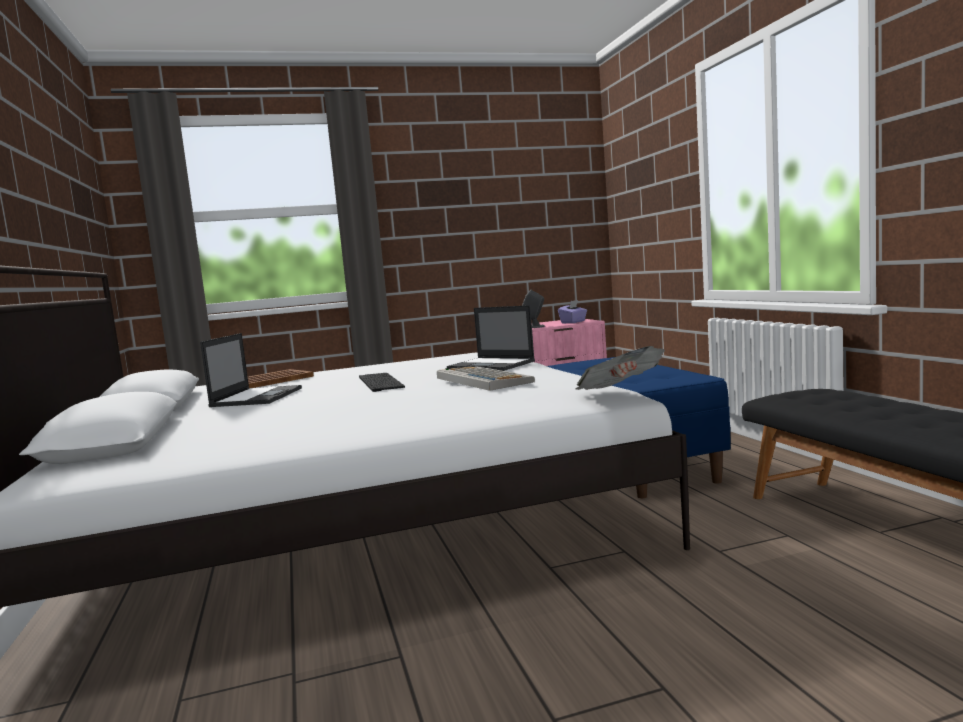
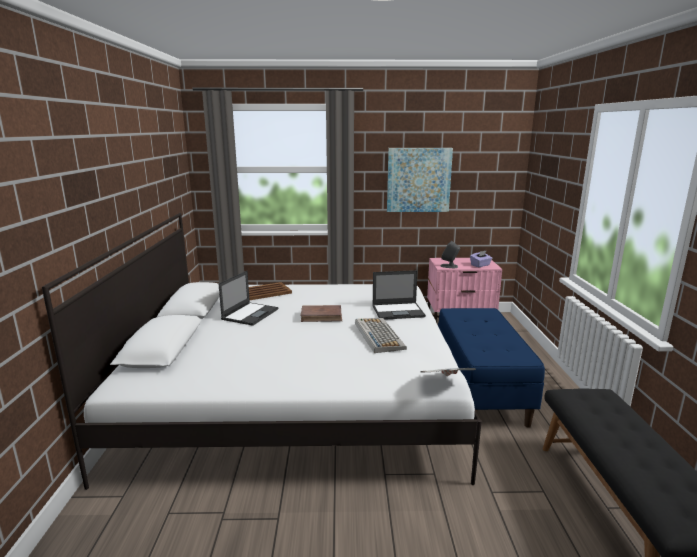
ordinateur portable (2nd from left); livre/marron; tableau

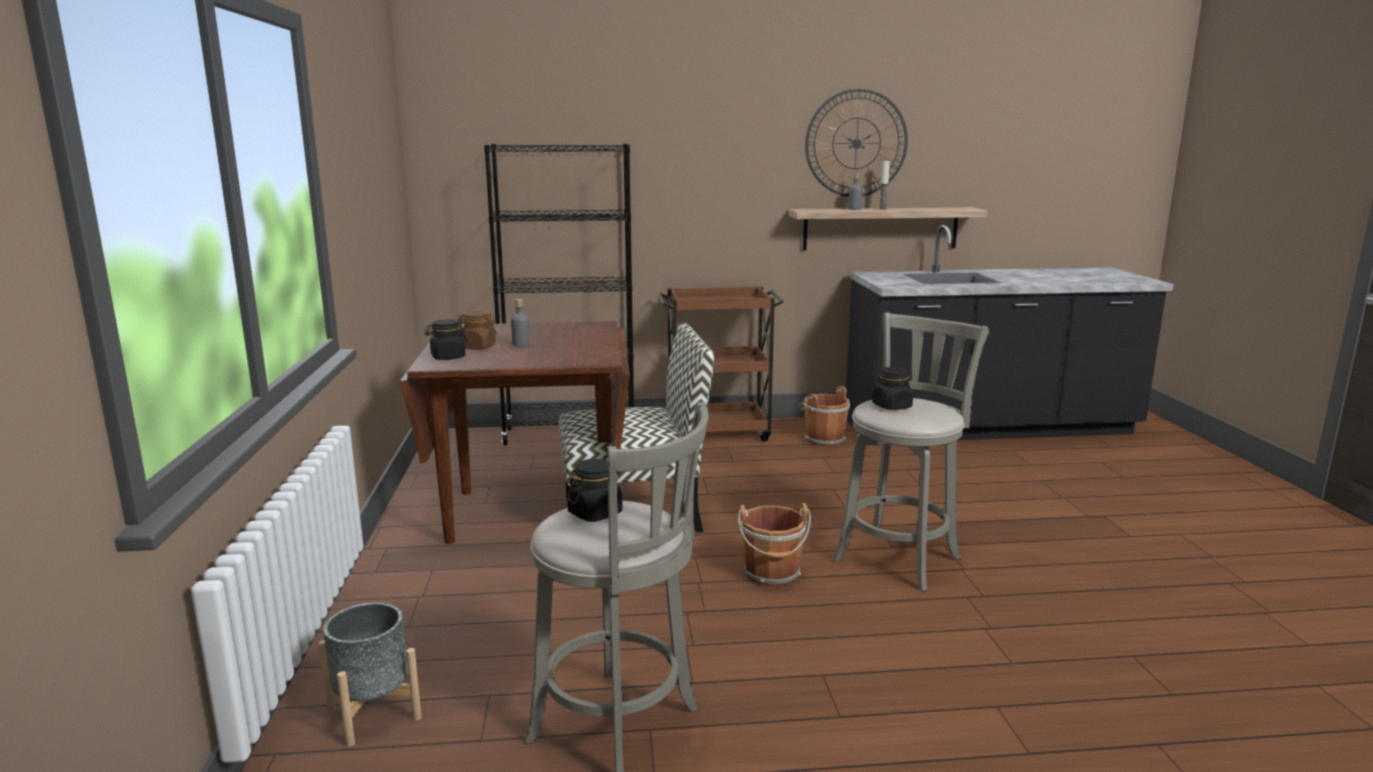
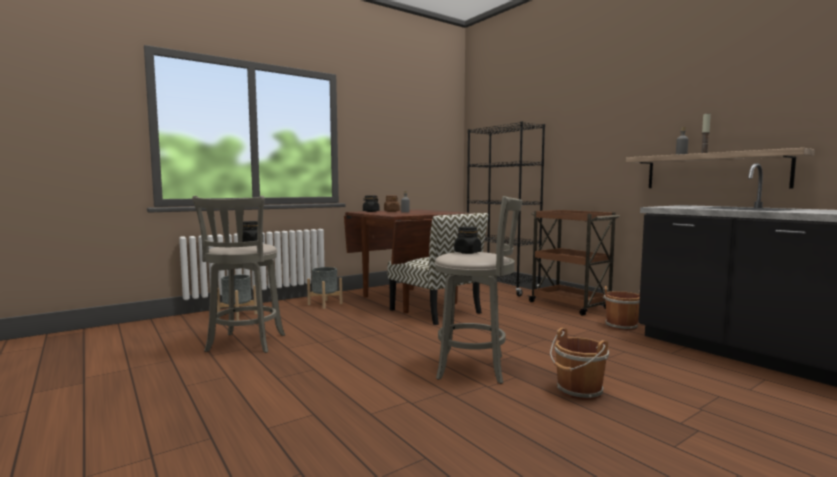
horloge murale; seau/marron (1st from left); cache-pot/gris (2nd from left)

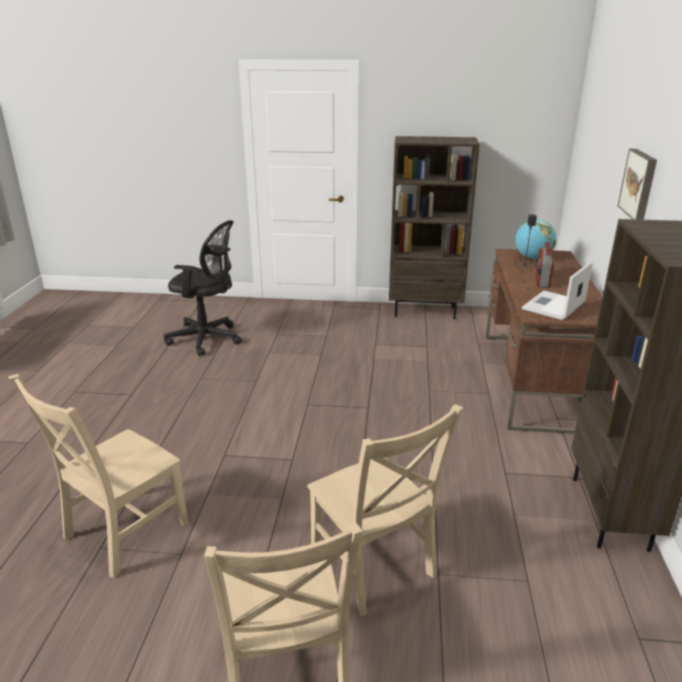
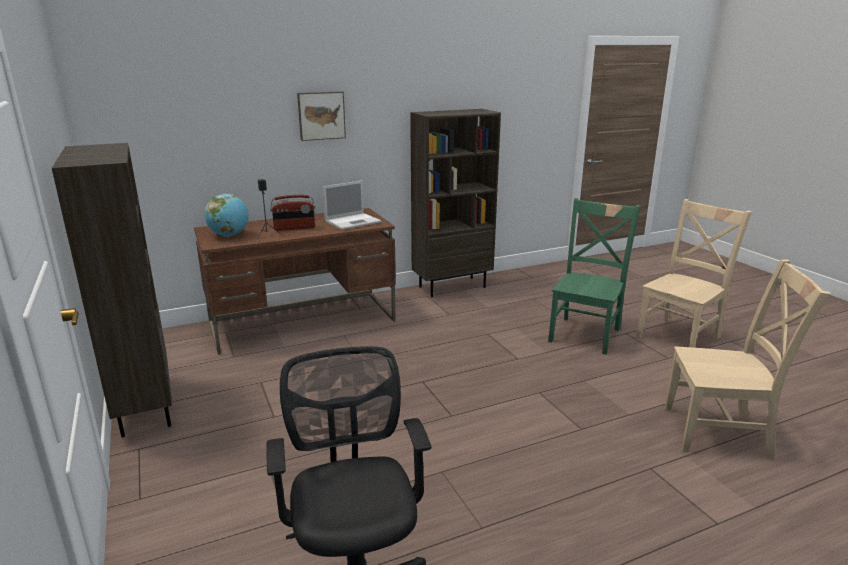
ordinateur portable; chaise/vert

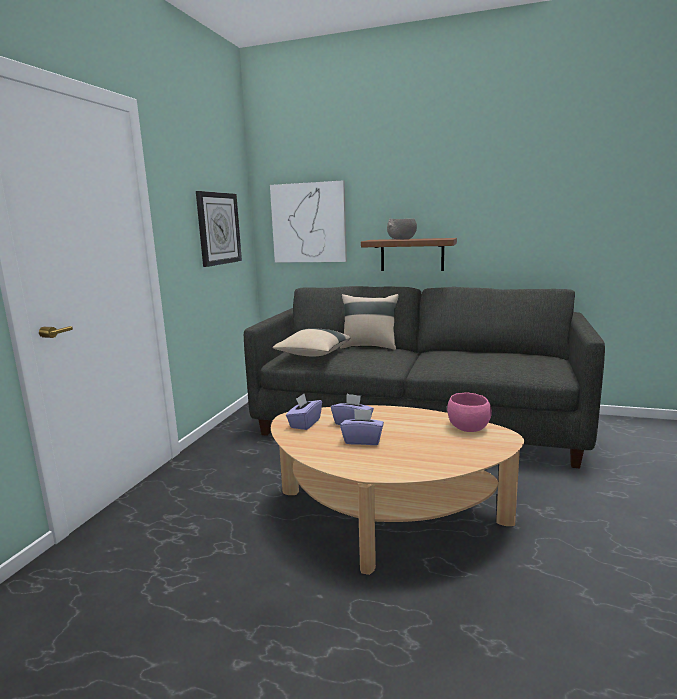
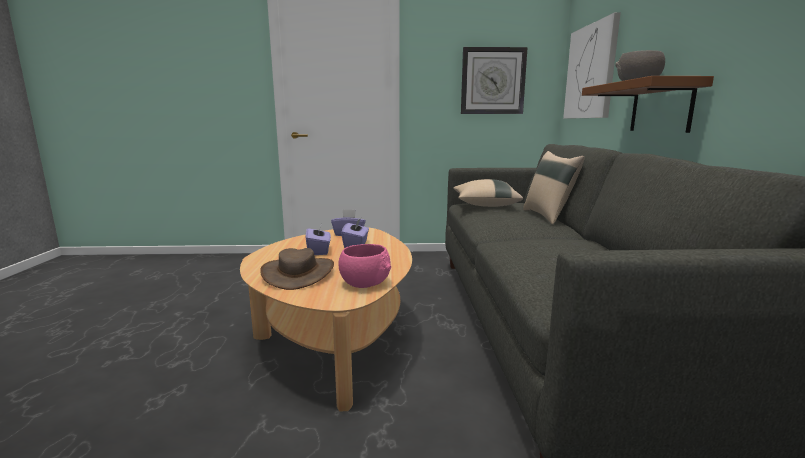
chapeau/marron

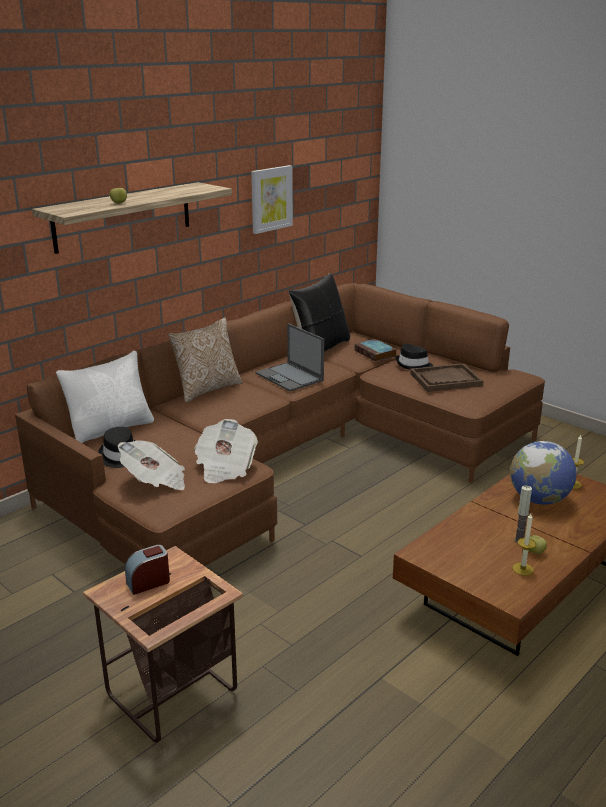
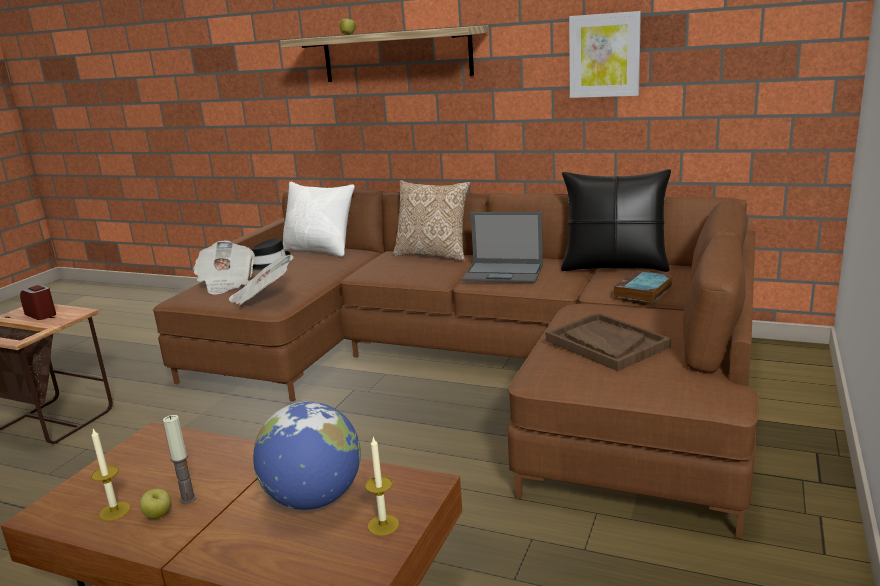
ordinateur portable; chapeau/noir (2nd from left in the first image)

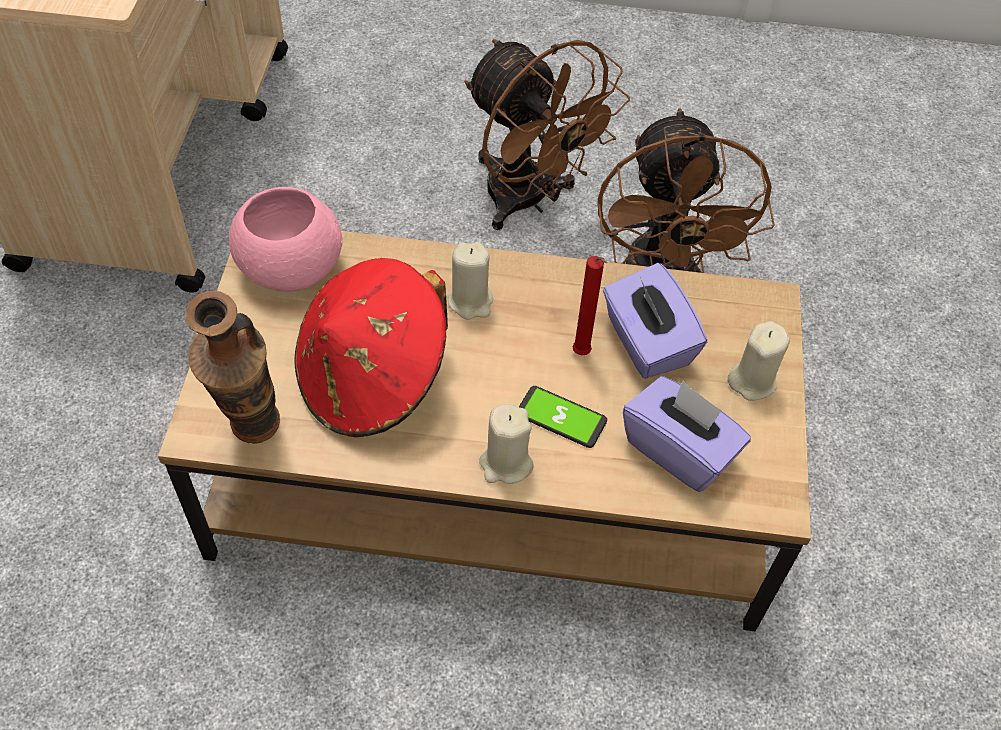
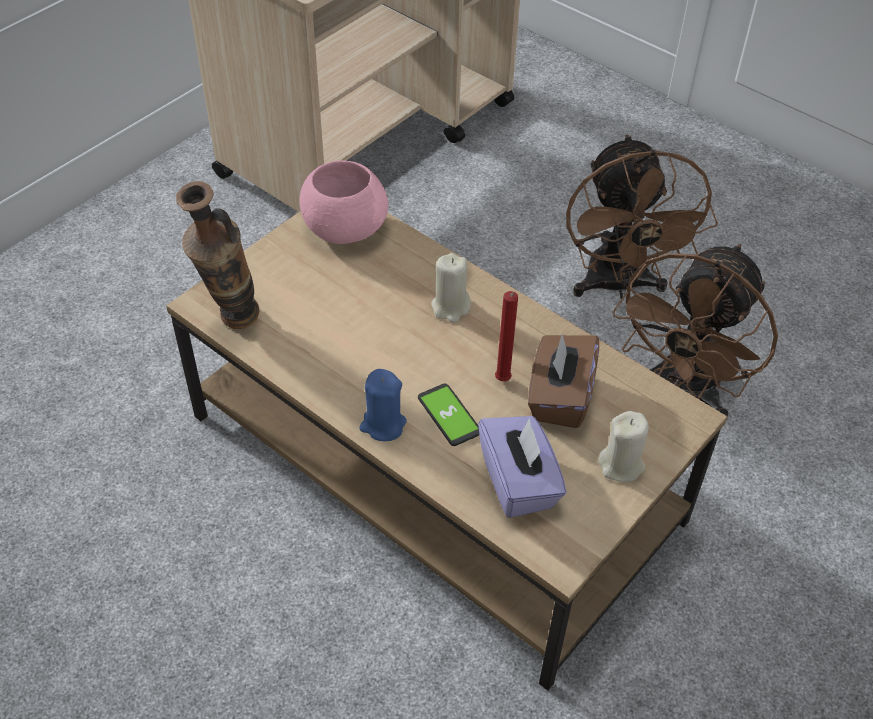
chapeau/rouge; boîte à mouchoirs/marron; bougie/bleu

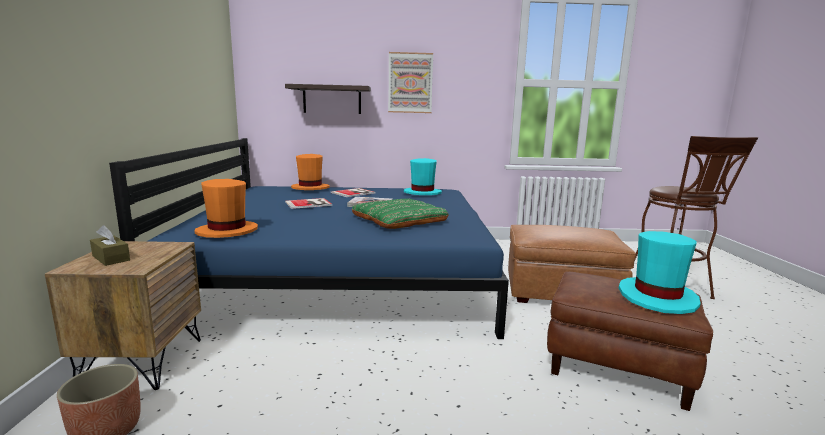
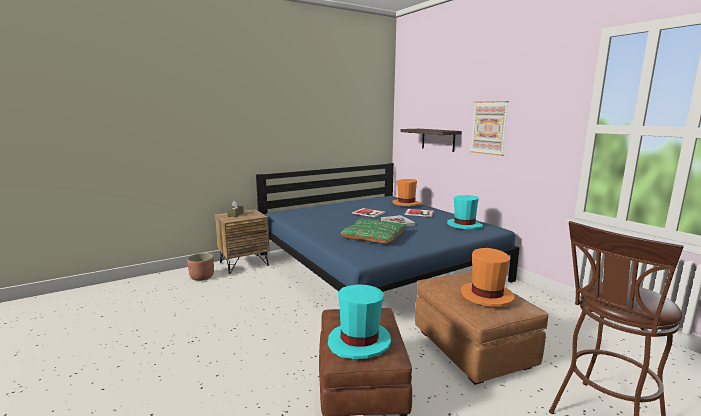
chapeau/orange (2nd from left)

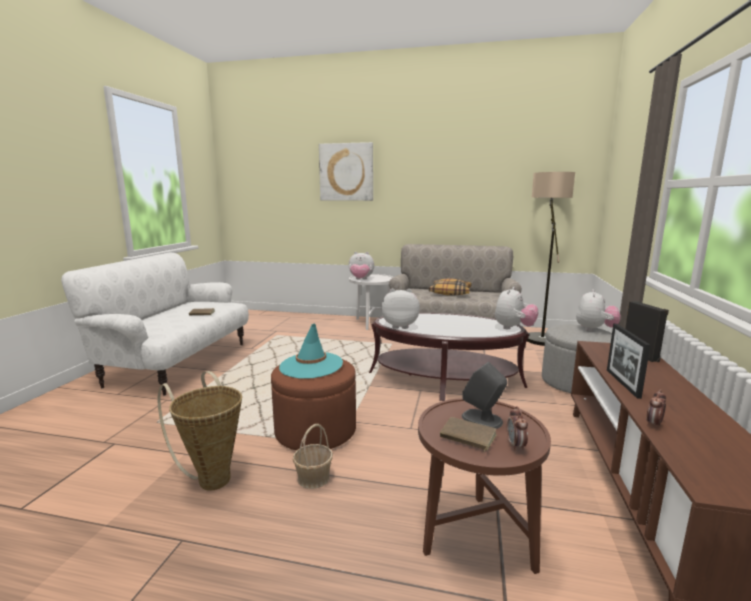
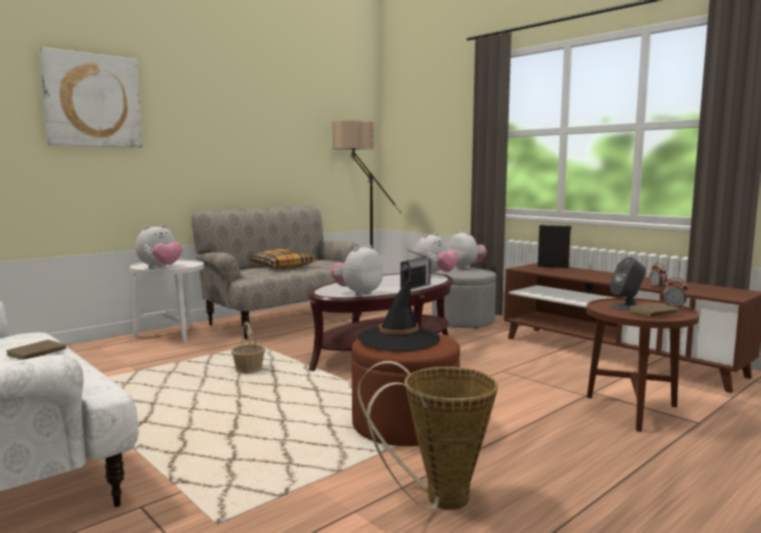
peluche (3rd from left); chapeau/noir; cadre photo; panier (1st from left); radio

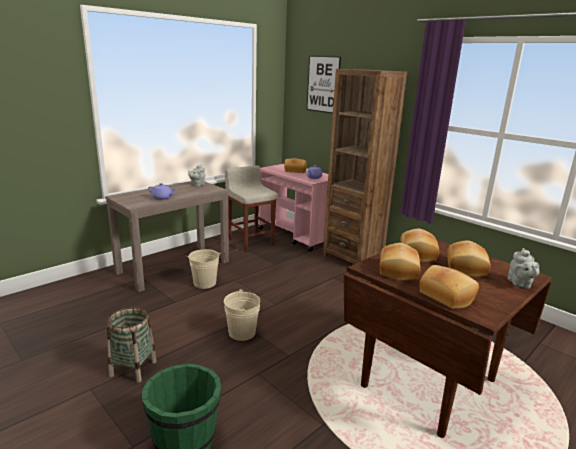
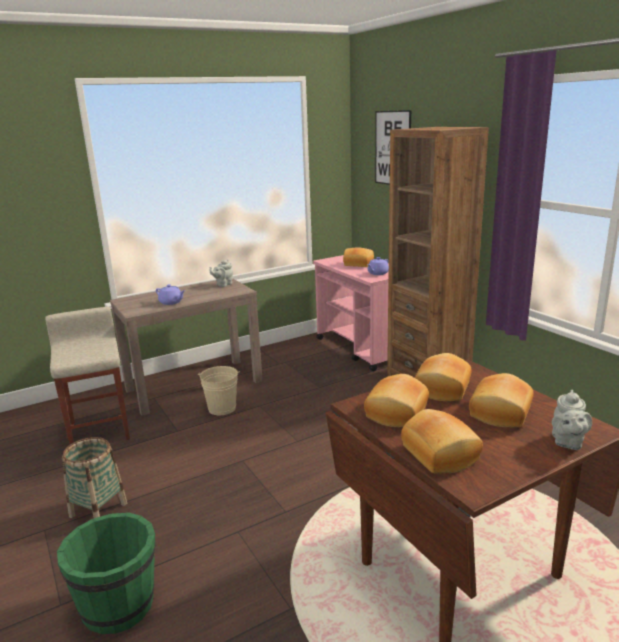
tabouret/beige; seau/beige (2nd from left in the first image)

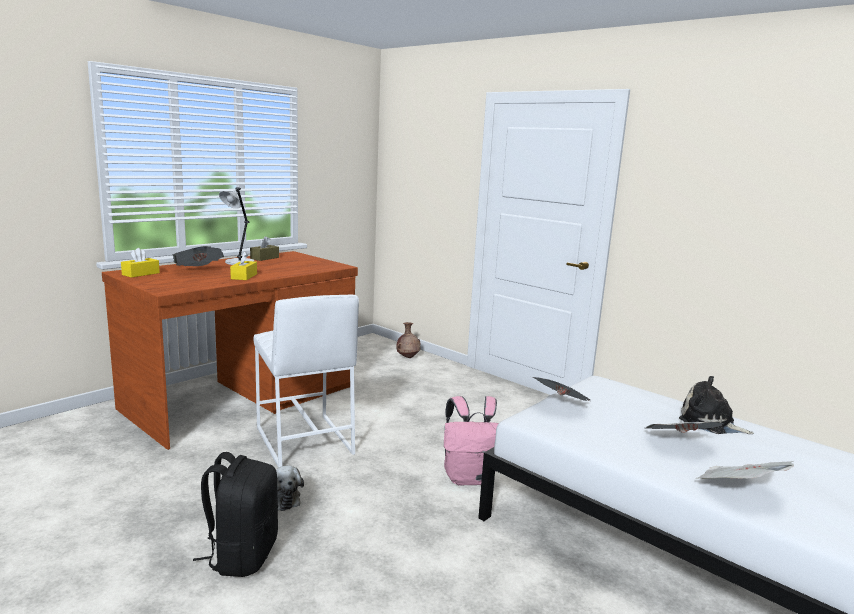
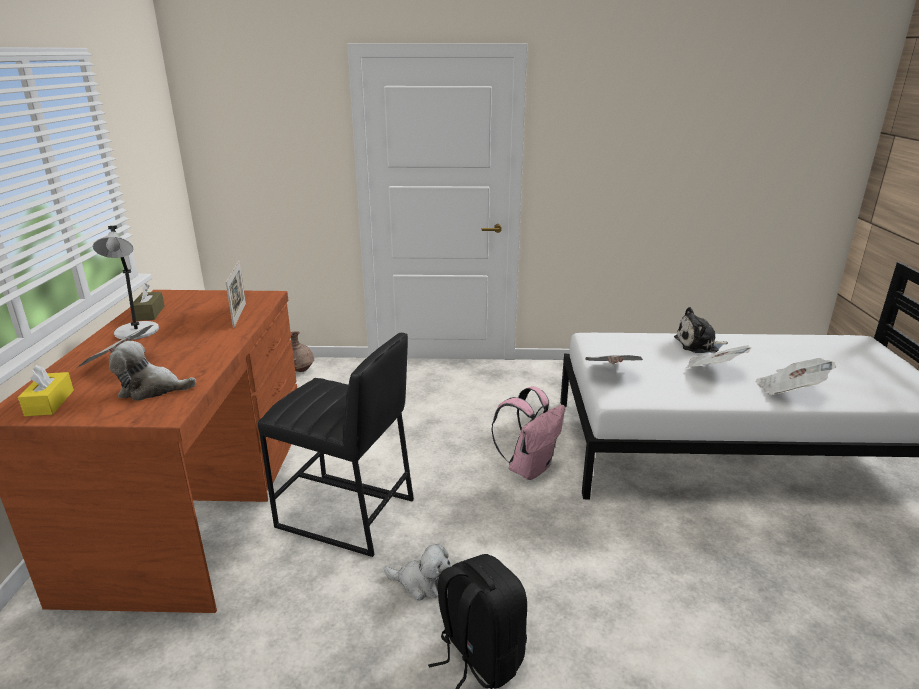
boîte à mouchoirs/jaune (2nd from left in the first image); tabouret/noir; cadre photo; peluche (1st from left)

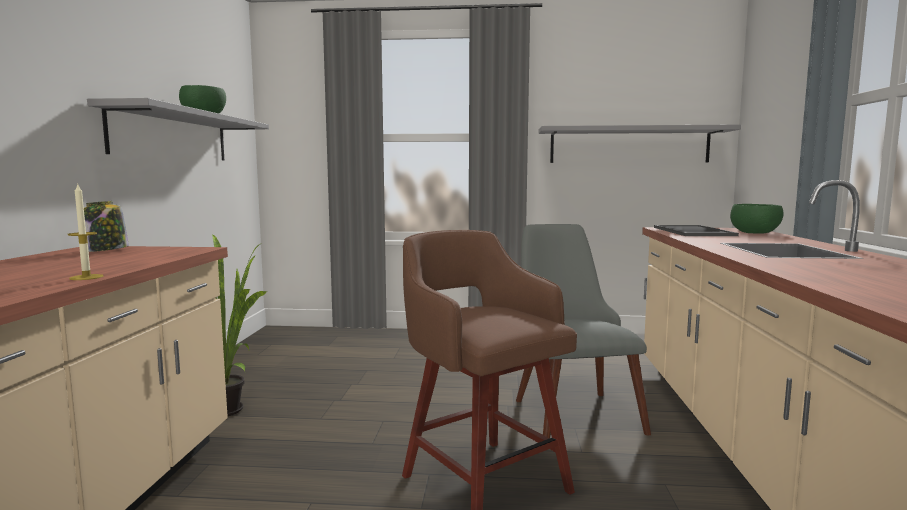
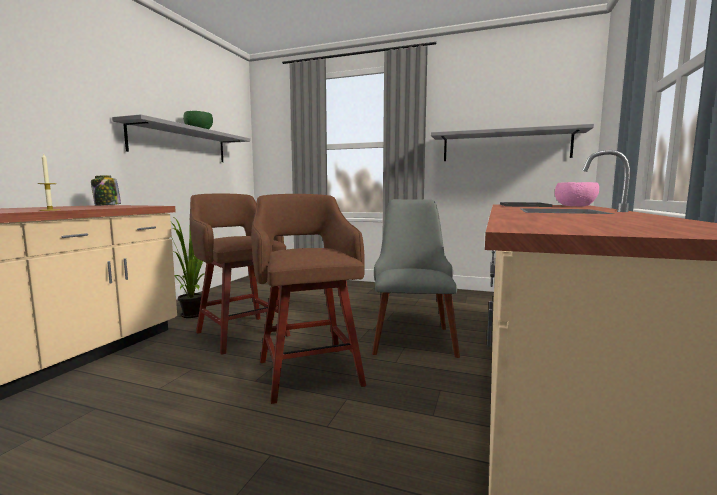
bol/rose; tabouret/marron (1st from left)

